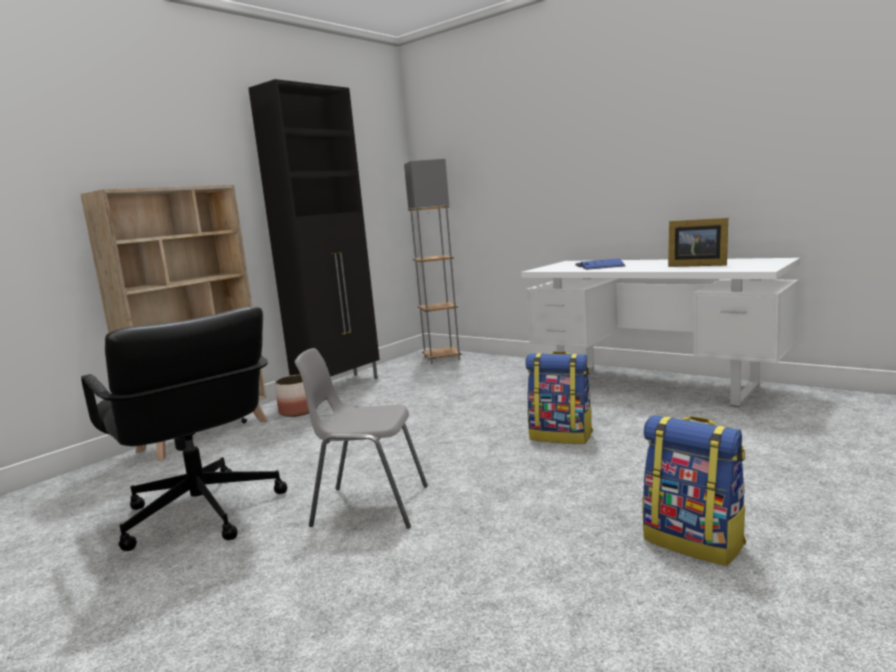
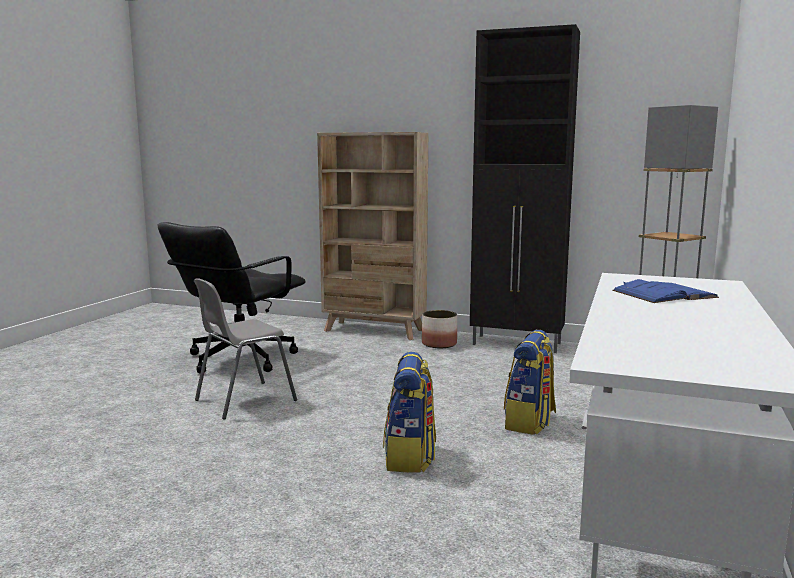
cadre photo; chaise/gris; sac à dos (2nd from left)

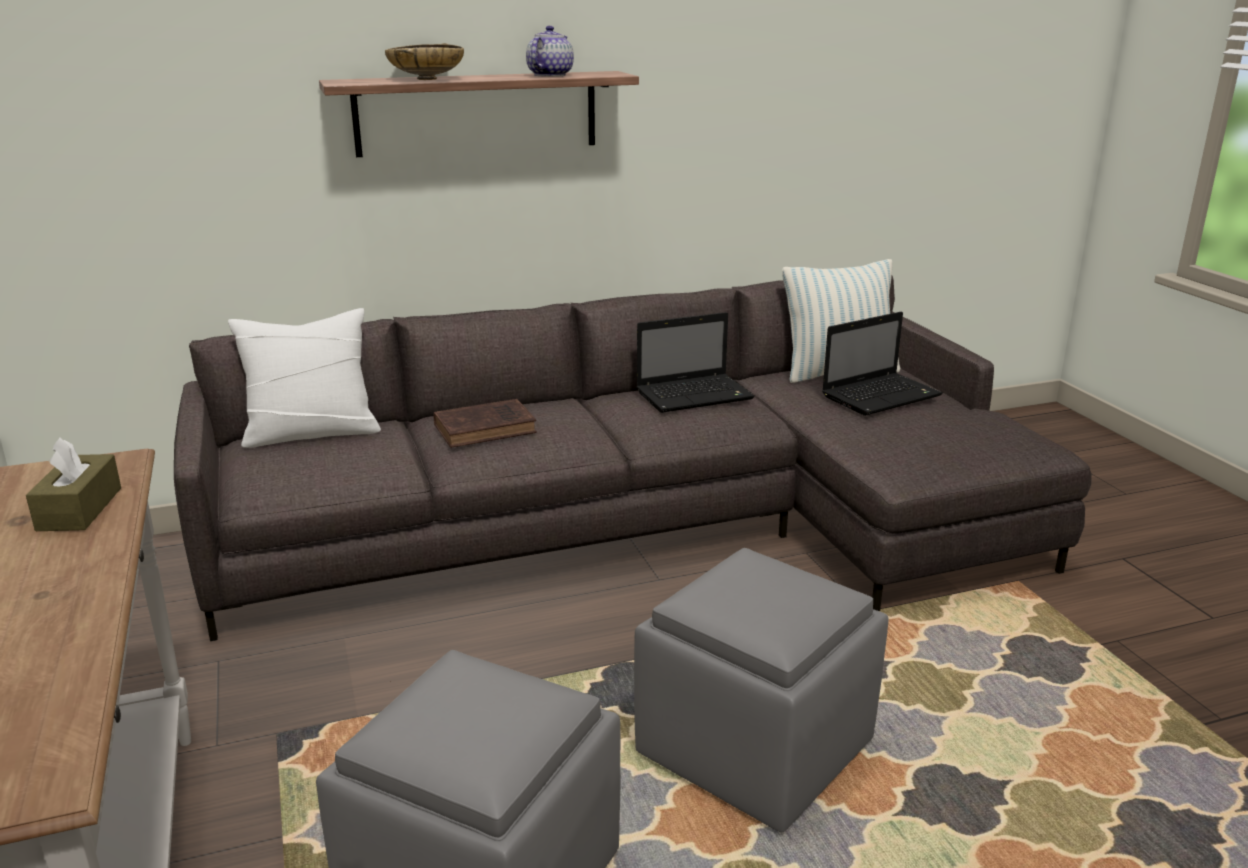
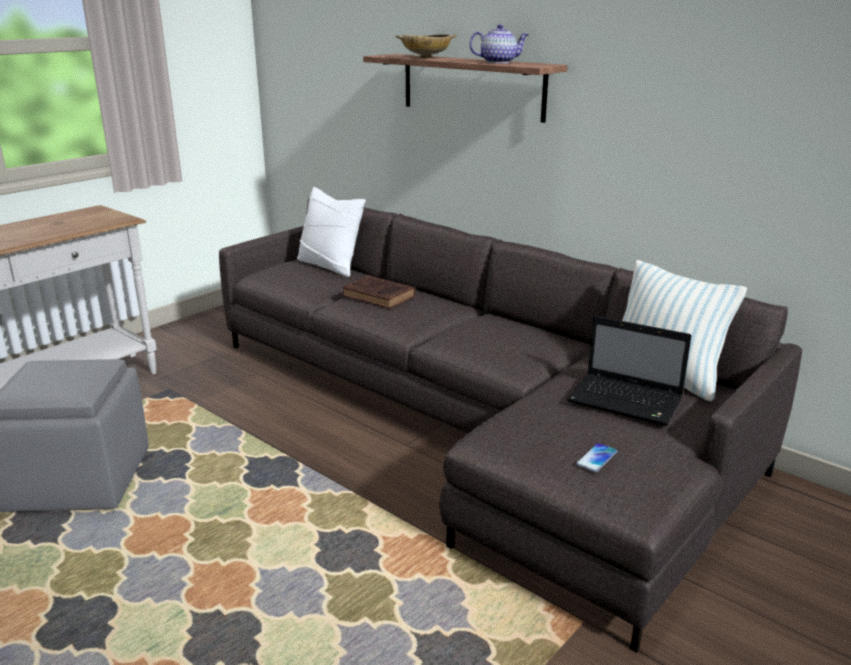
ordinateur portable (1st from left in the first image); boîte à mouchoirs/marron; pouf/gris (2nd from left in the first image); téléphone

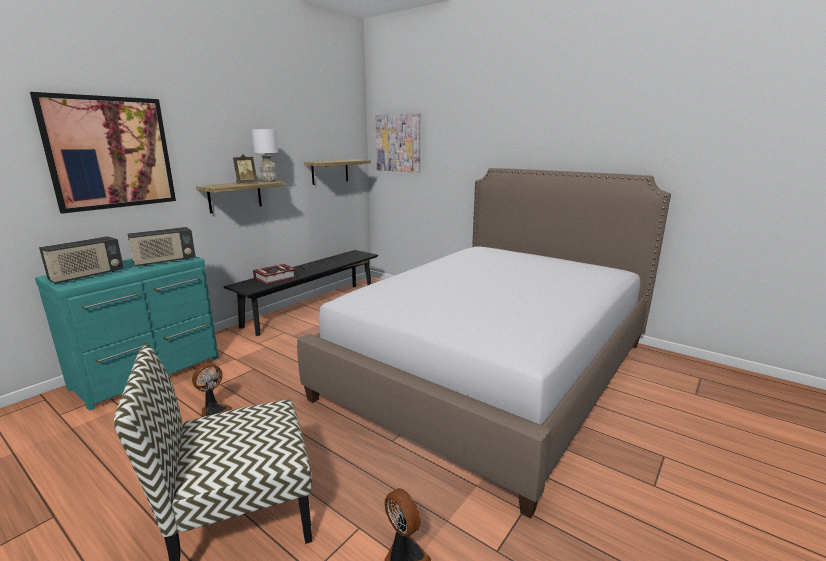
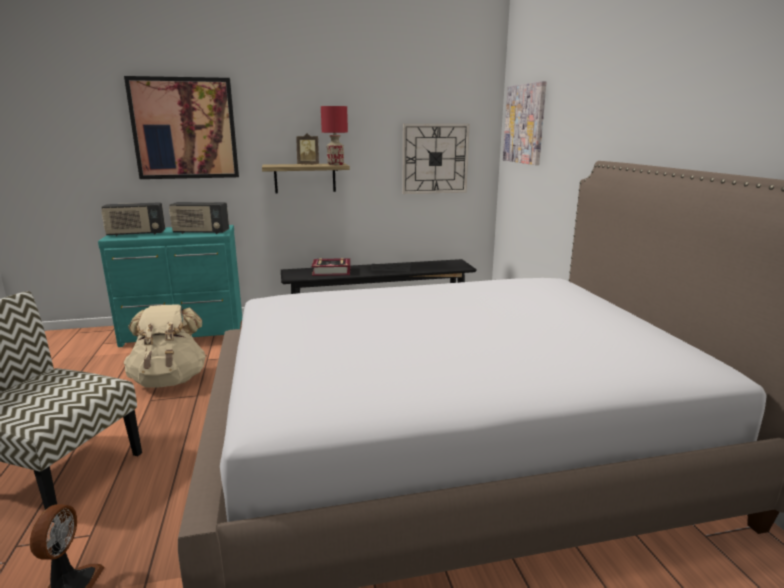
lampe de table/rouge; horloge murale; sac à dos/beige

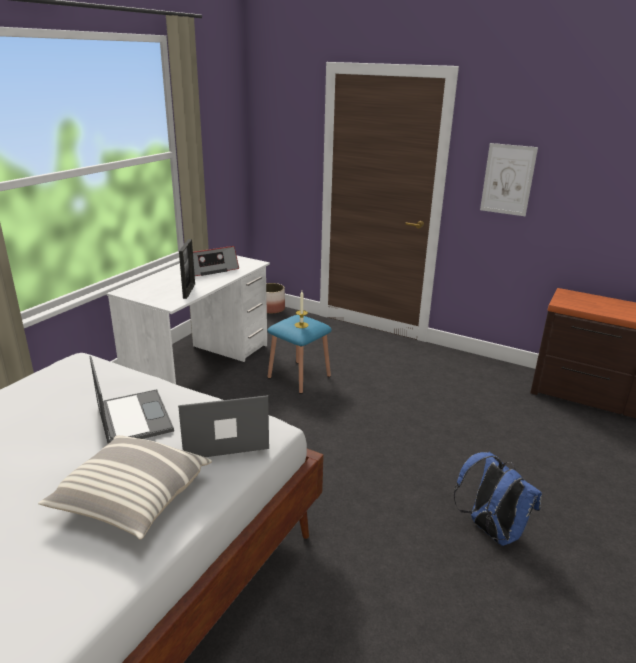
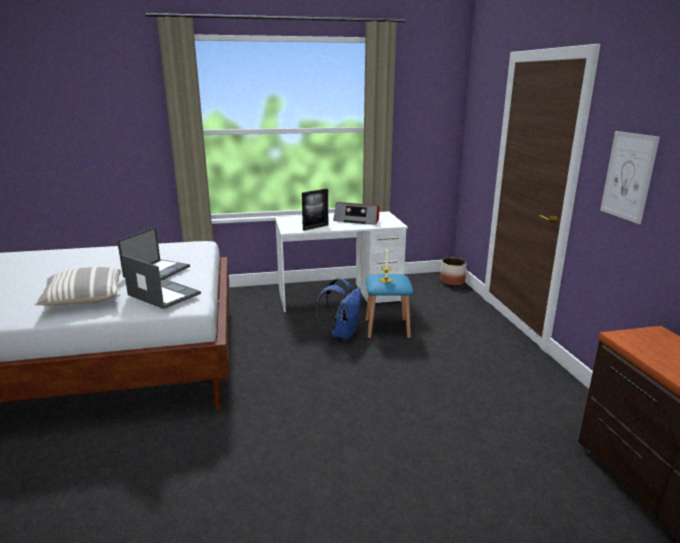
sac à dos/bleu

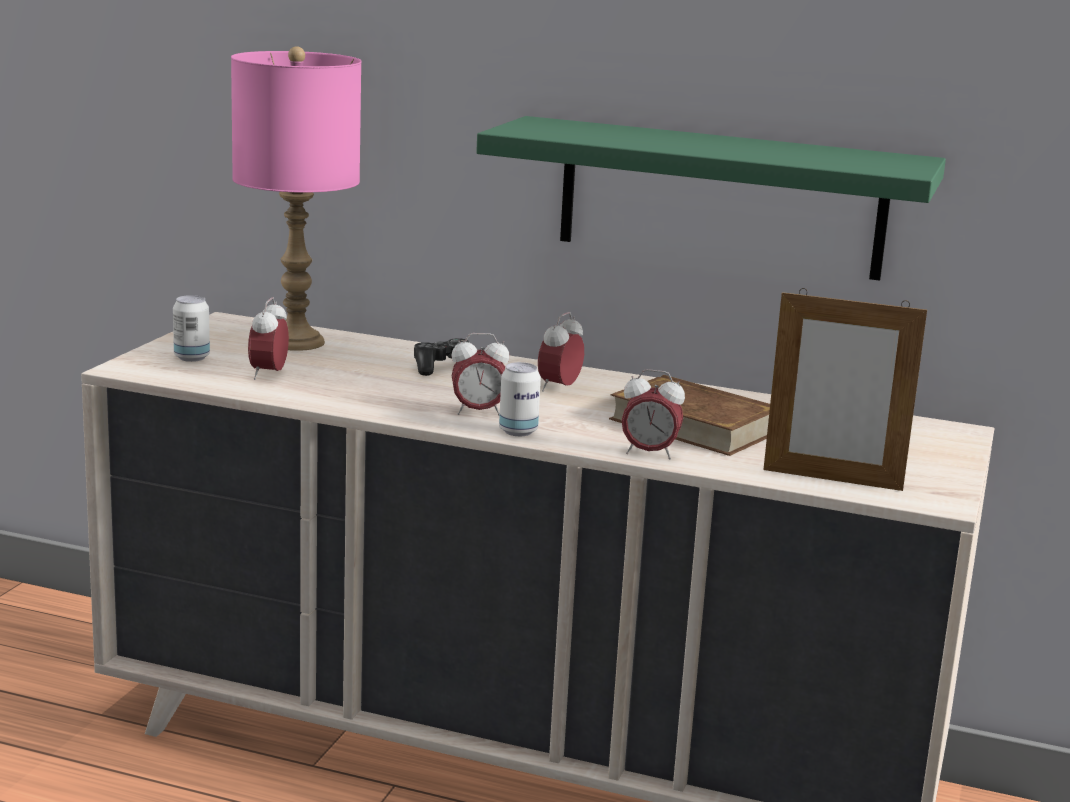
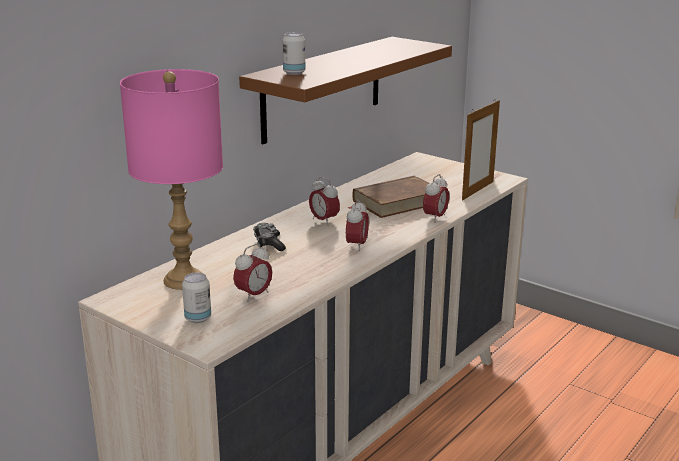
étagère/marron; réveil (1st from left); boîte métallique (2nd from left)

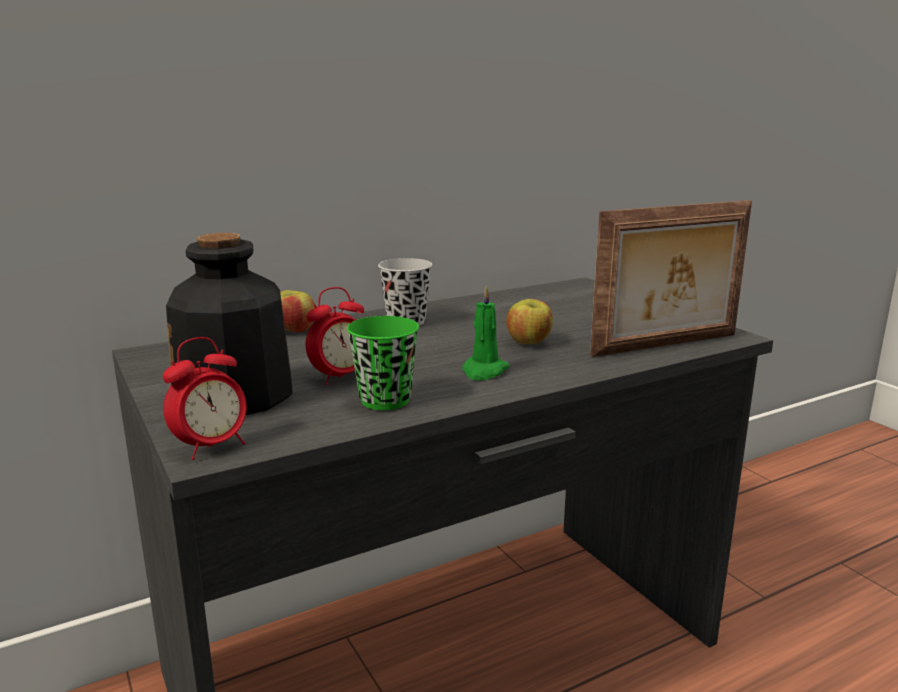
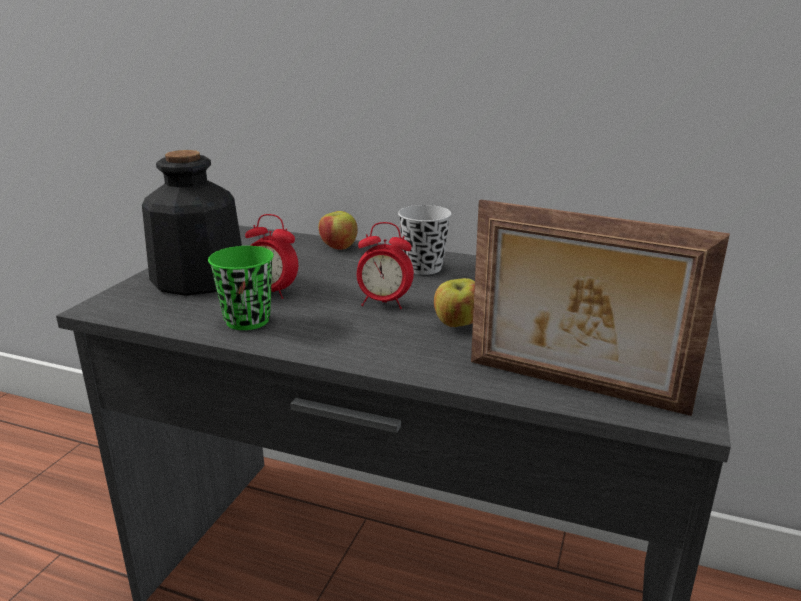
bougie/vert; réveil (2nd from left)

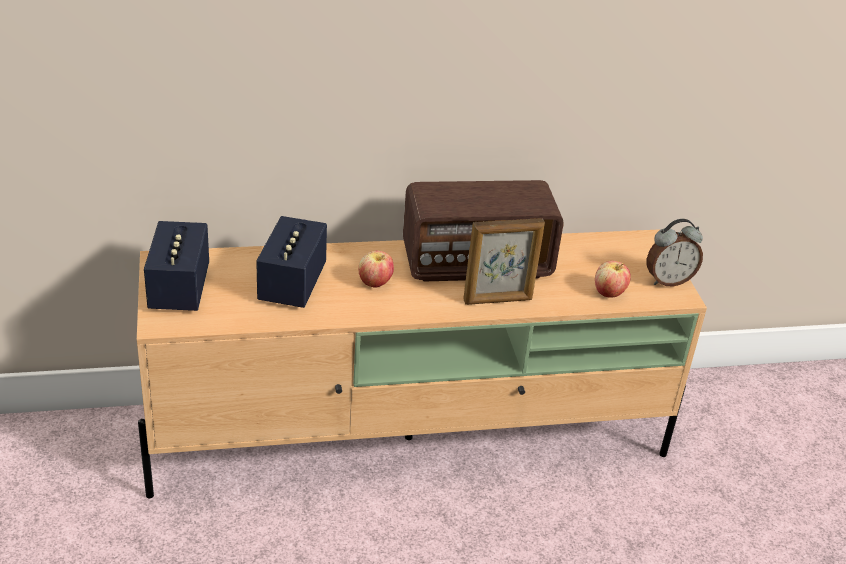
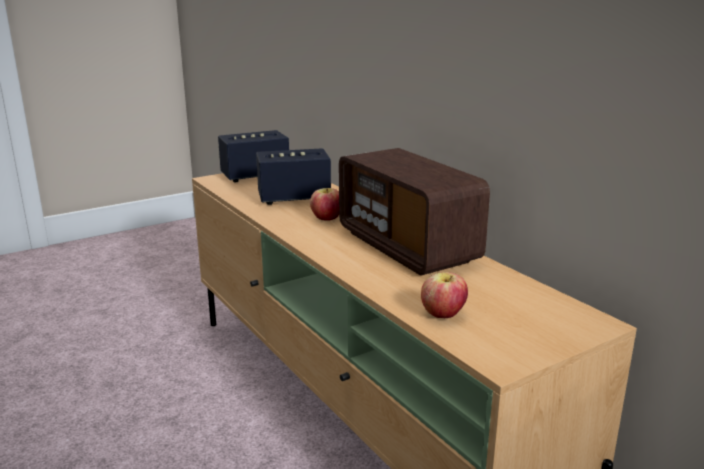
cadre photo; réveil

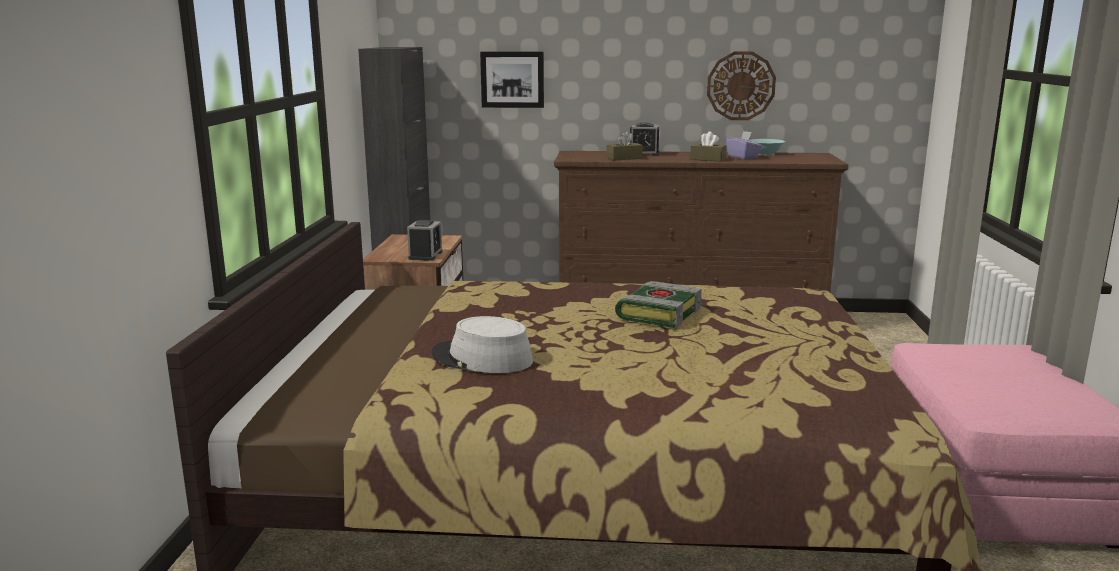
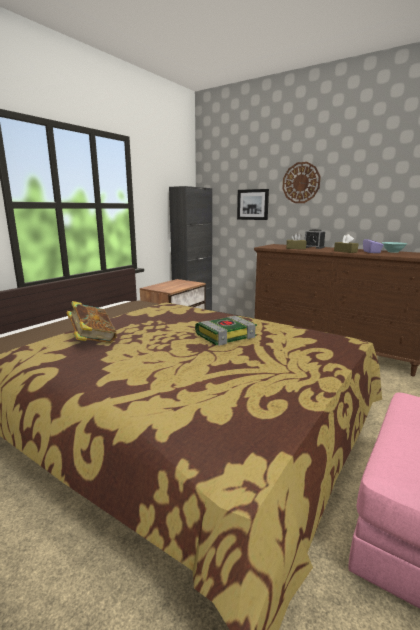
horloge murale; réveil (1st from left in the first image); livre (1st from left)

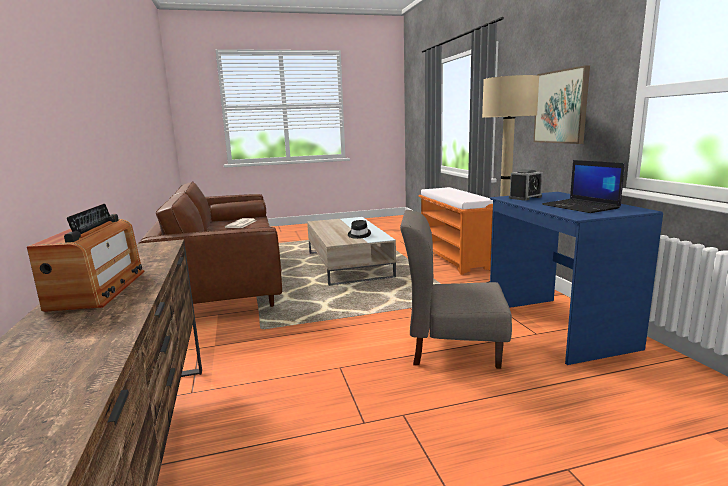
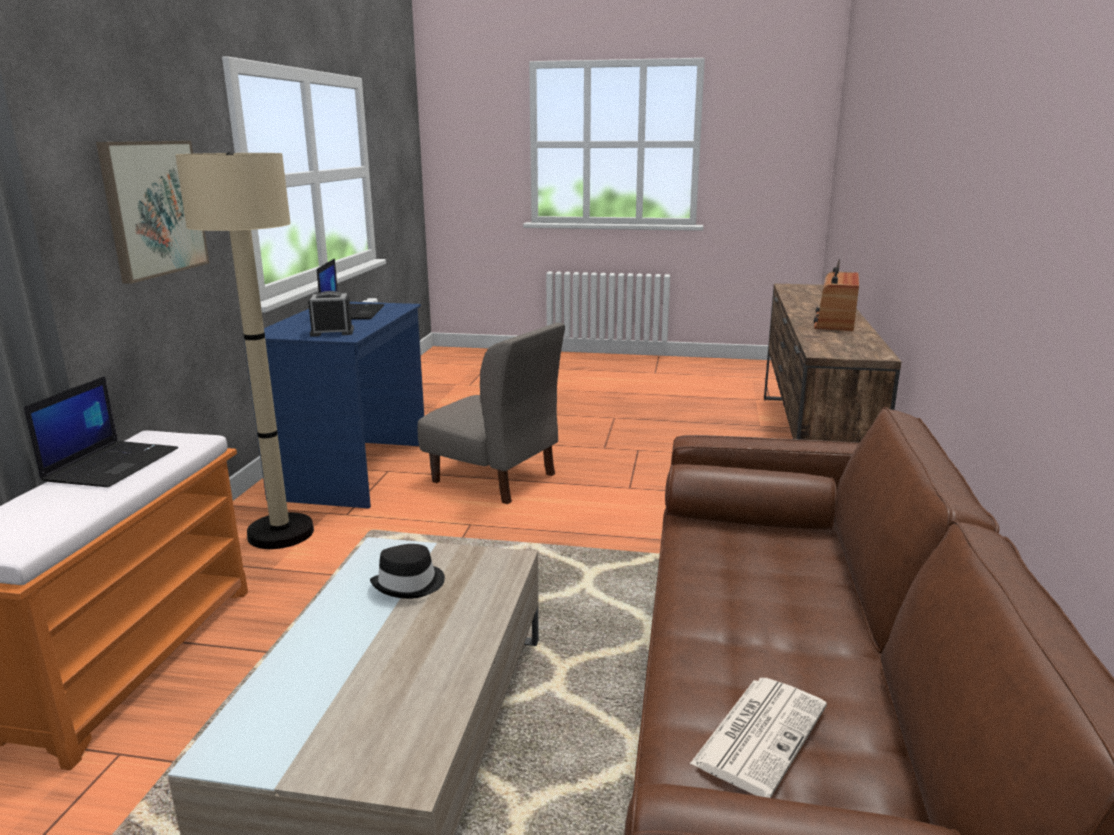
ordinateur portable (1st from left)

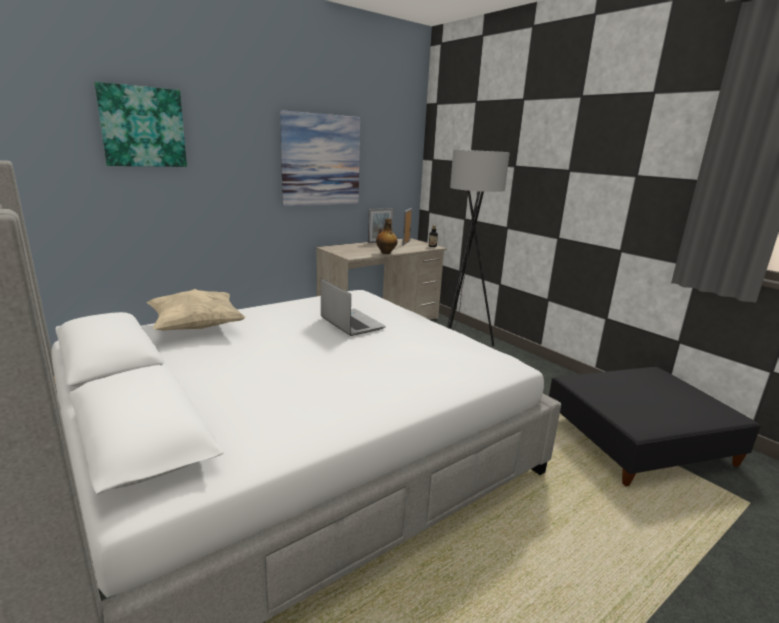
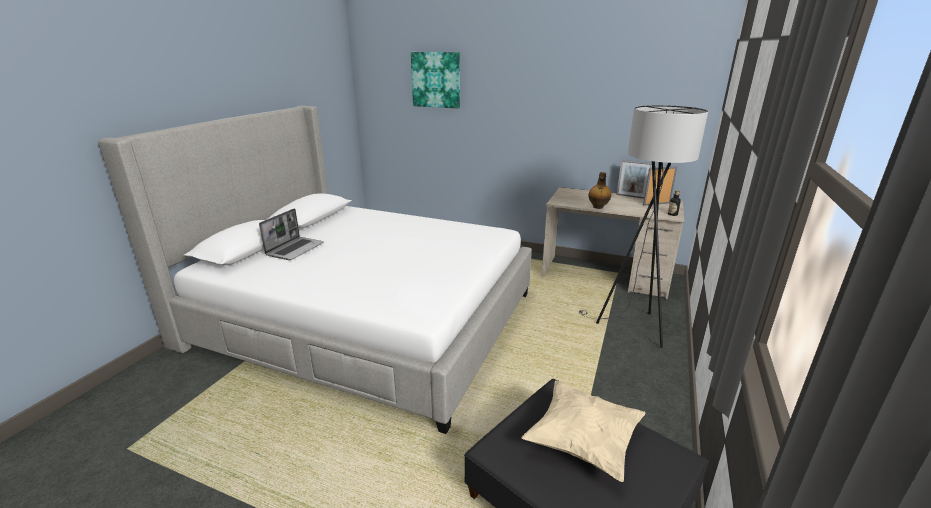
tableau (2nd from left in the first image); ordinateur portable; coussin/beige

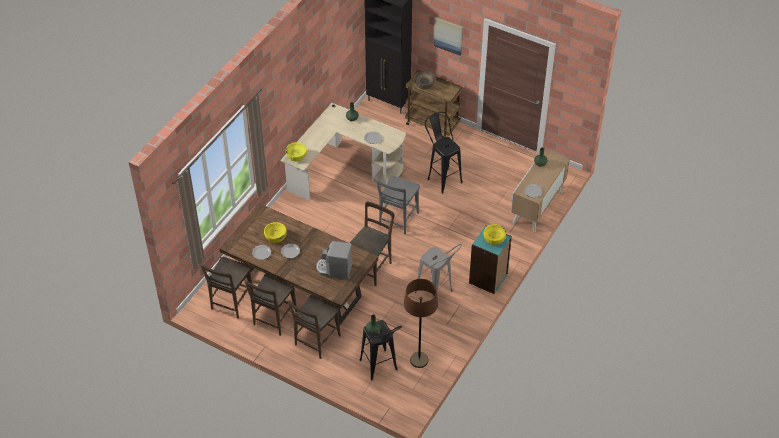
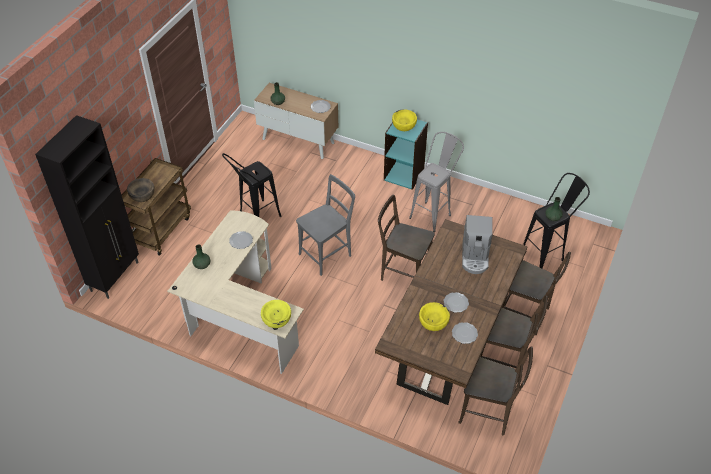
tableau; chaise/gris; lampadaire/marron

